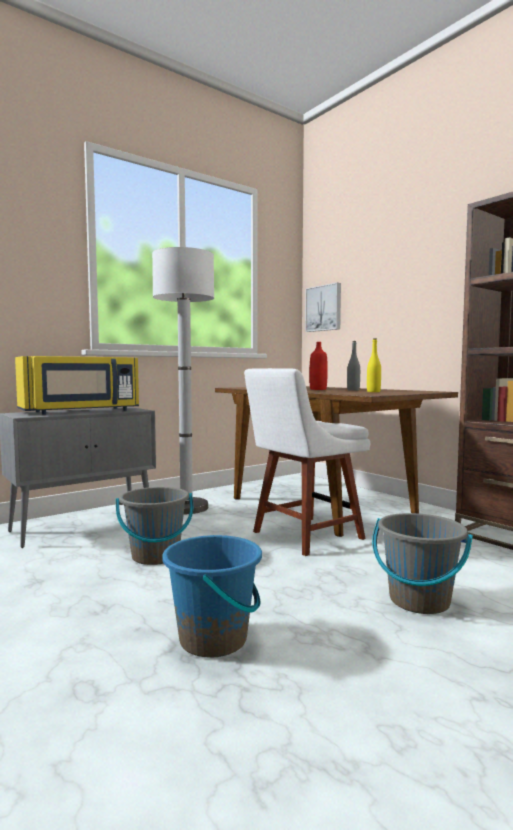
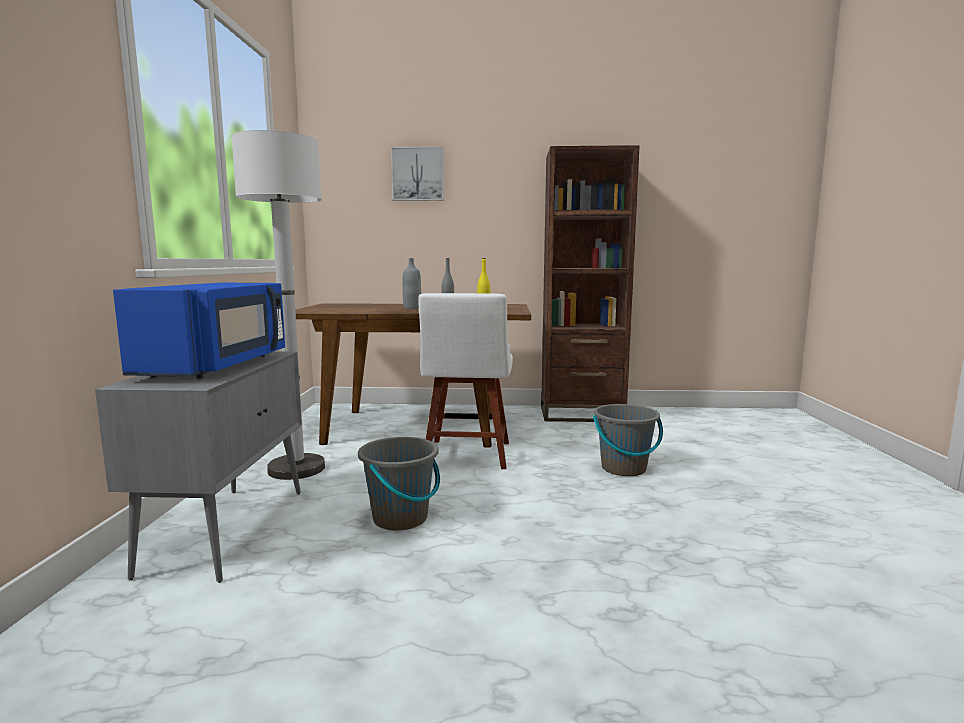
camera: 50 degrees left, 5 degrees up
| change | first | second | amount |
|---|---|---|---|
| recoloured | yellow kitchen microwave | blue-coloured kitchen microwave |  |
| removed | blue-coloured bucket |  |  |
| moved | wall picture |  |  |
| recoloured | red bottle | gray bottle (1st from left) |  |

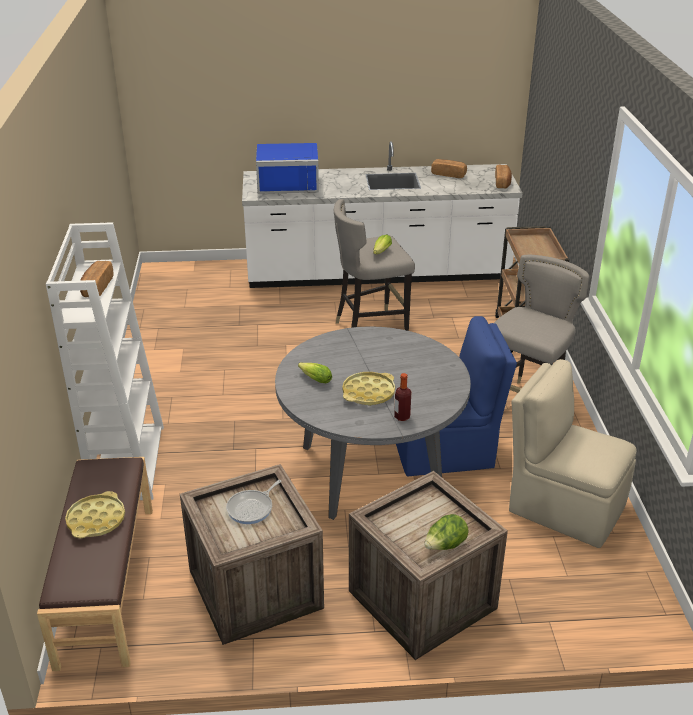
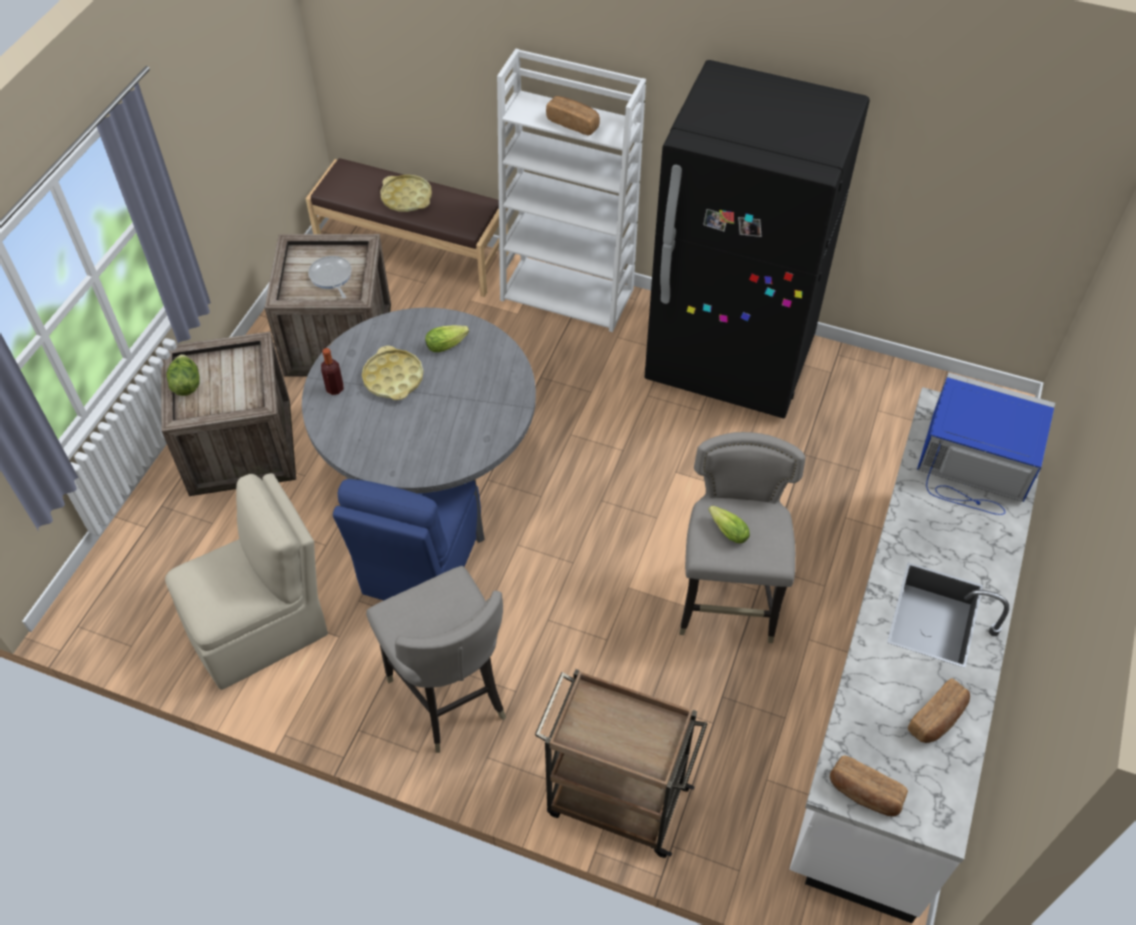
camera: 115 degrees right, 20 degrees up
| change | first | second | amount |
|---|---|---|---|
| turned | blue-coloured kitchen microwave |  | 90 degrees clockwise |
| added |  | blackish refrigerator |  |

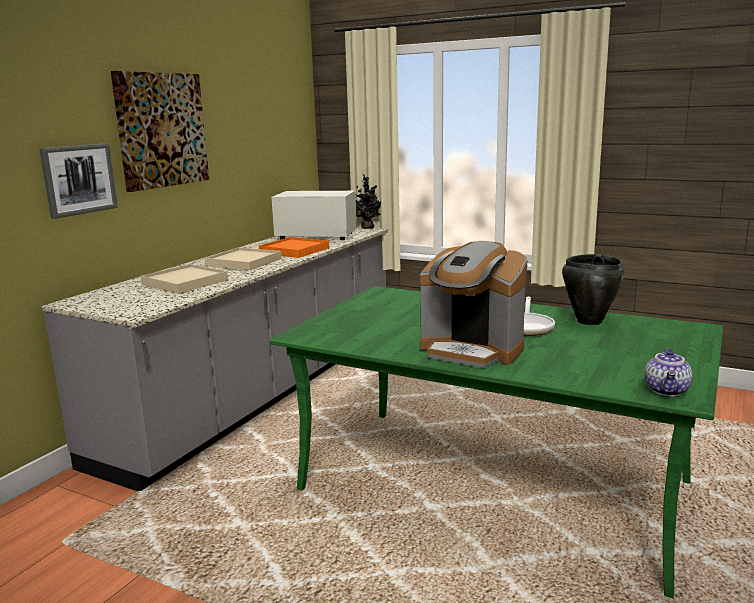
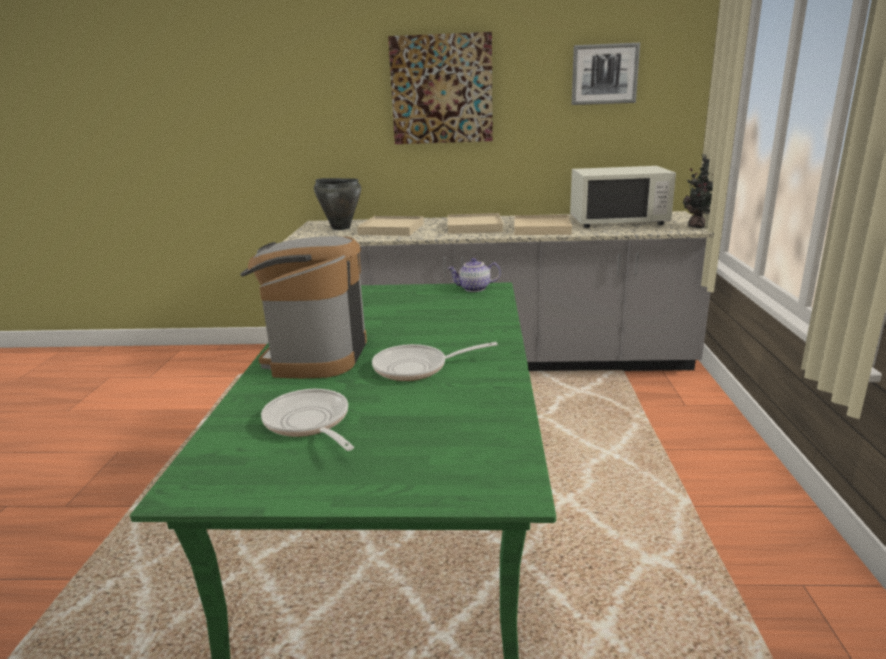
camera: 65 degrees right, 5 degrees up
| change | first | second | amount |
|---|---|---|---|
| moved | wall picture (1st from left in the first image) | wall picture (2nd from left) |  |
| recoloured | orange tray | beige tray (3rd from left) |  |
| turned | whitish kitchen microwave |  | 105 degrees clockwise |
| moved | blackish stockpot |  |  |
| moved | tea pot |  |  |
| added |  | pan (1st from left) |  |

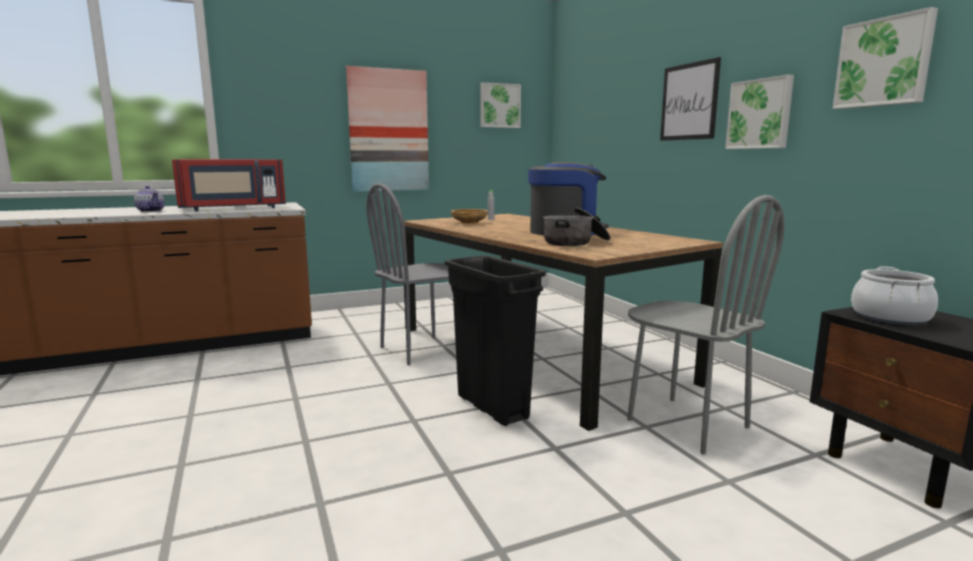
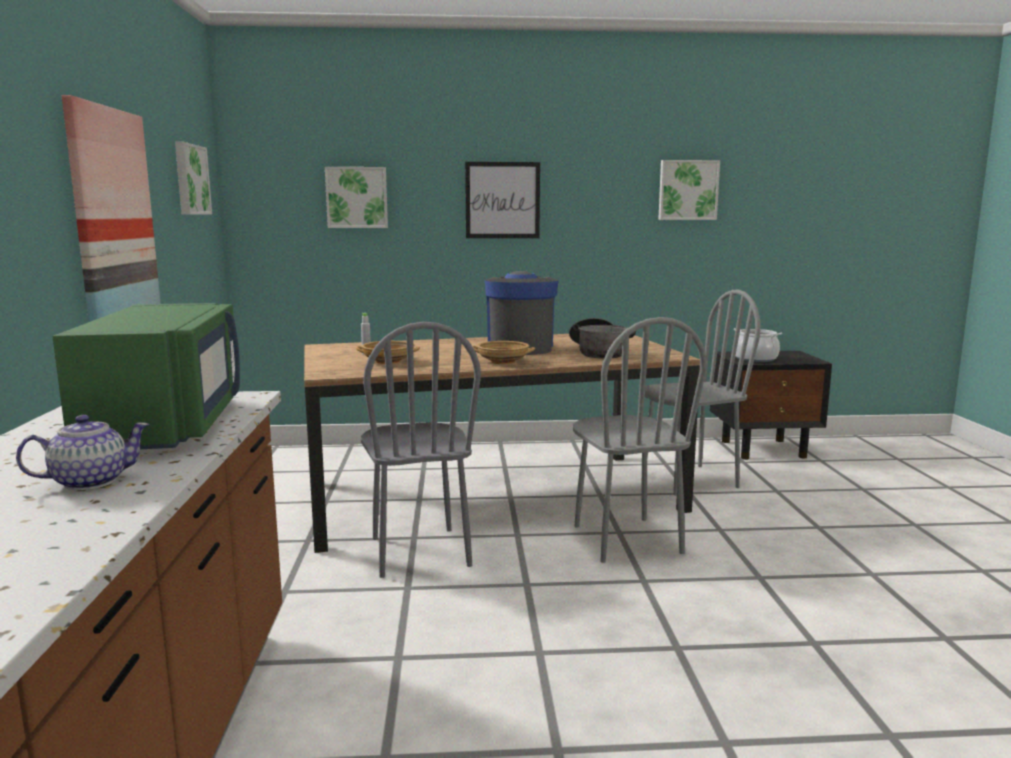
camera: 70 degrees left, 0 degrees up
| change | first | second | amount |
|---|---|---|---|
| recoloured | red kitchen microwave | green-coloured kitchen microwave |  |
| replaced | blackish rubbish bin | gray chair (2nd from left) |  |
| moved | wall picture (4th from left in the first image) | wall picture (3rd from left) |  |
| added |  | beige serving bowl (2nd from left) |  |

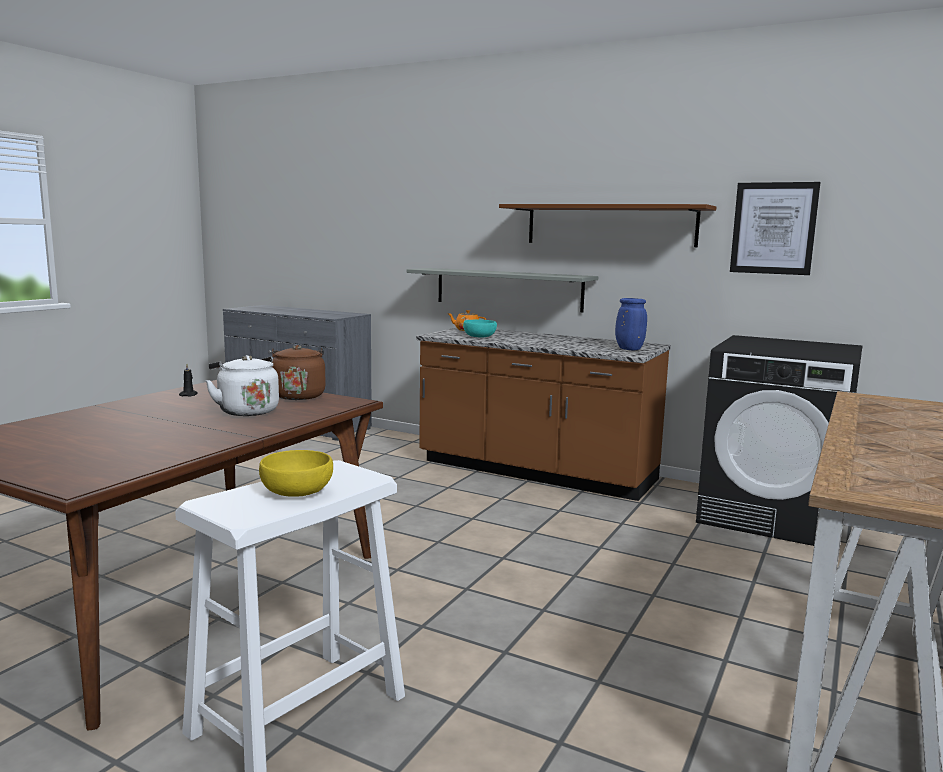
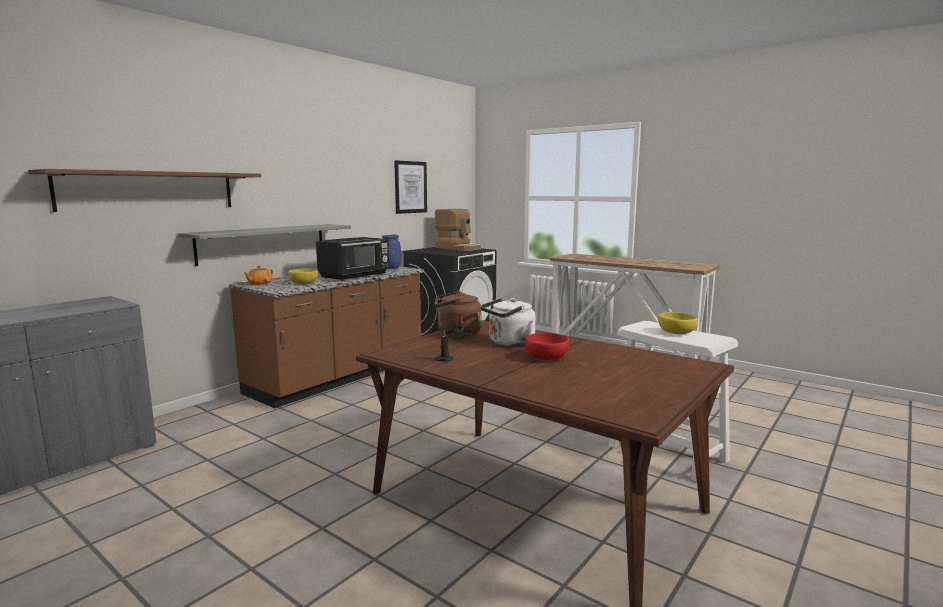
camera: 80 degrees left, 0 degrees up
| change | first | second | amount |
|---|---|---|---|
| recoloured | turquoise-coloured serving bowl | yellow serving bowl (1st from left) |  |
| moved | brownish shelf |  |  |
| added |  | blackish kitchen microwave |  |
| added |  | coffee maker |  |
| added |  | red serving bowl |  |

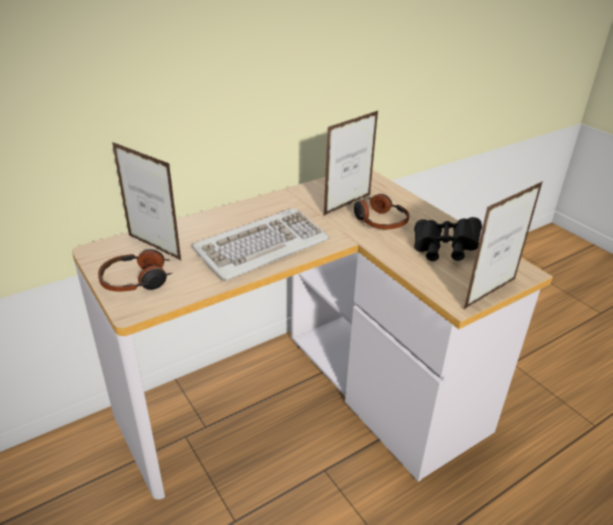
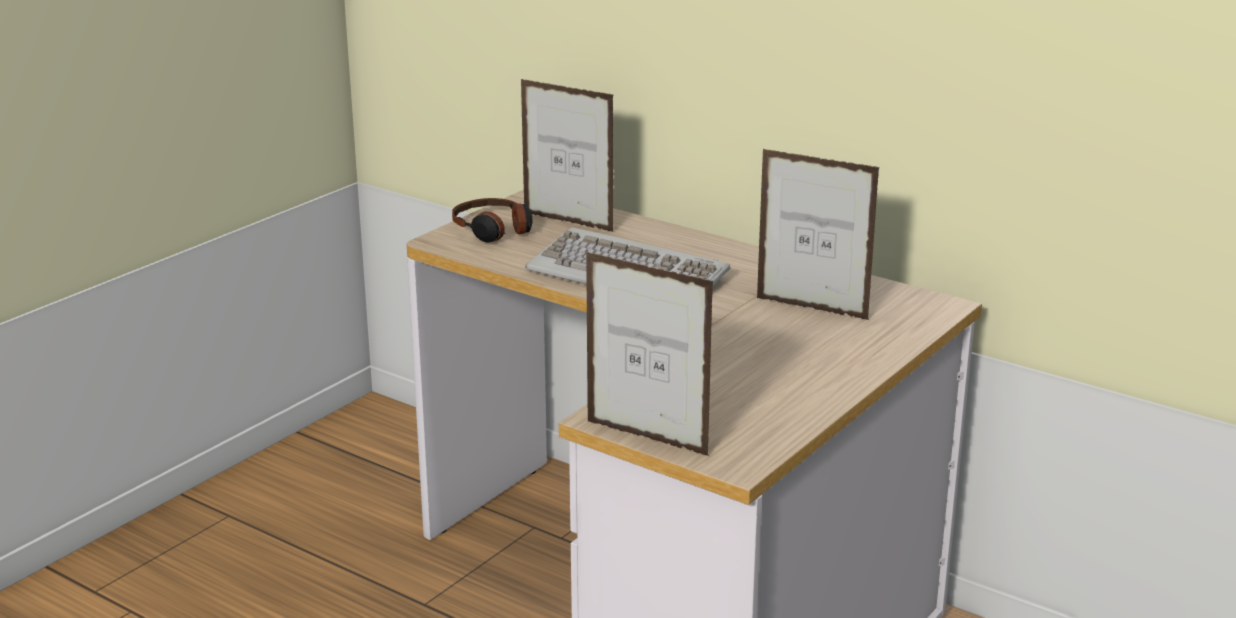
camera: 70 degrees right, 10 degrees down
| change | first | second | amount |
|---|---|---|---|
| turned | photo frame (1st from left) |  | 75 degrees counterclockwise |
| removed | headset (2nd from left) |  |  |
| removed | blackish binoculars |  |  |

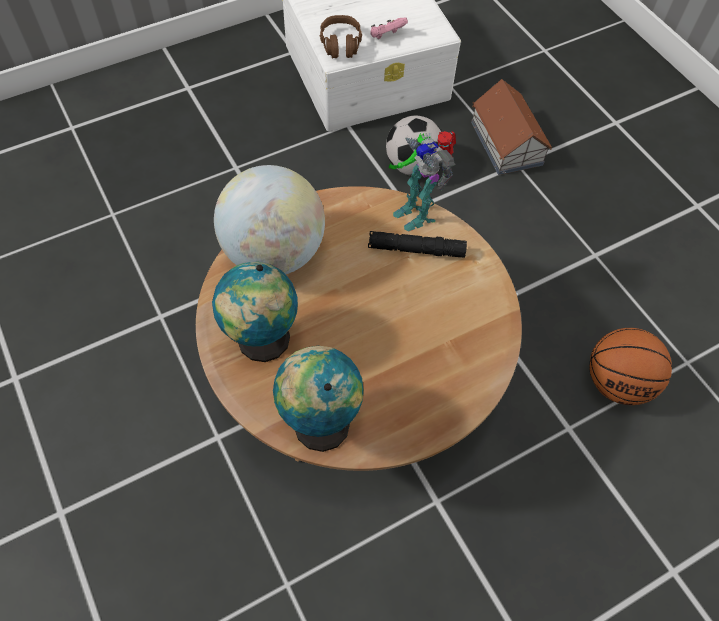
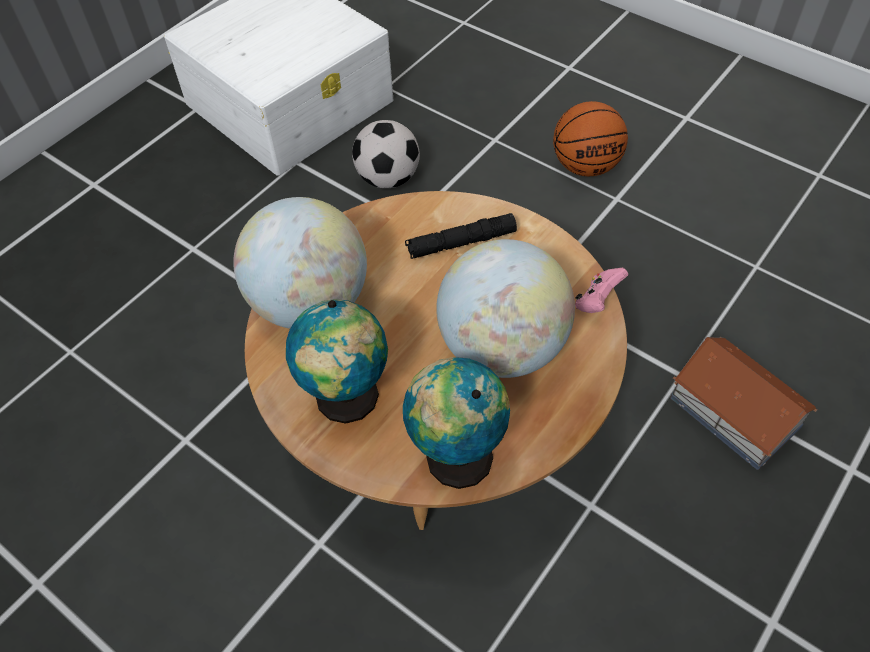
camera: 20 degrees left, 5 degrees down
| change | first | second | amount |
|---|---|---|---|
| removed | brownish headset |  |  |
| moved | pinkish game controller |  |  |
| removed | model robot |  |  |
| moved | model house |  |  |
| moved | basketball ball |  |  |
| added |  | world globe (4th from left) |  |

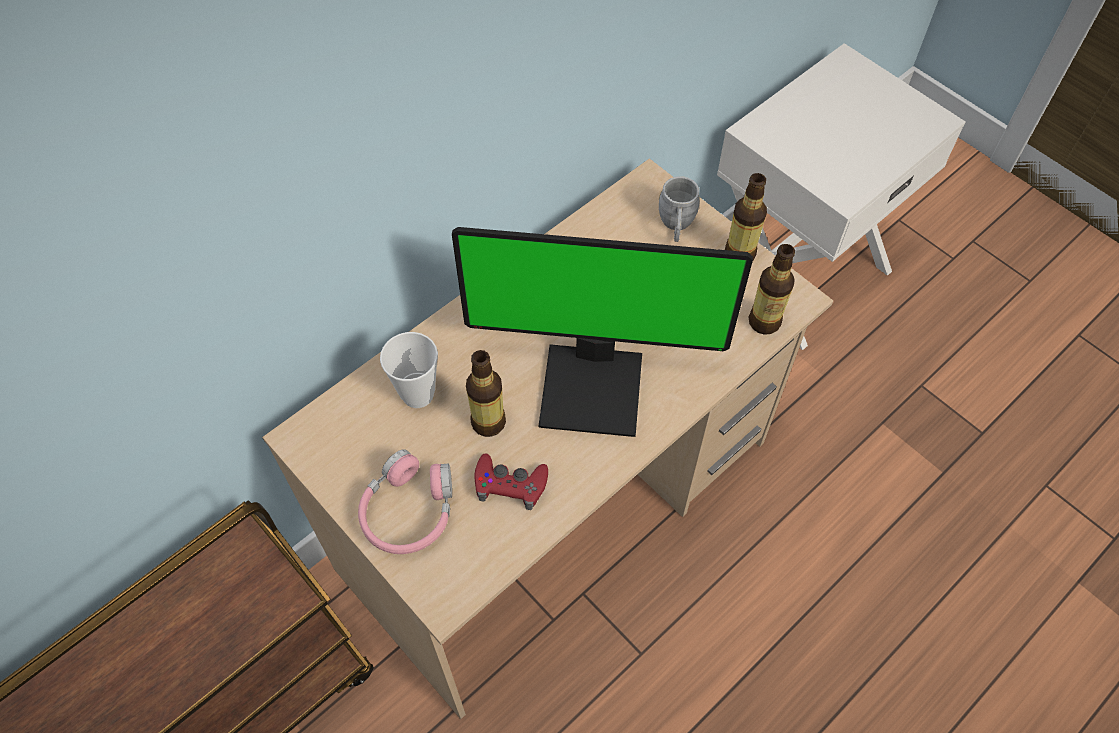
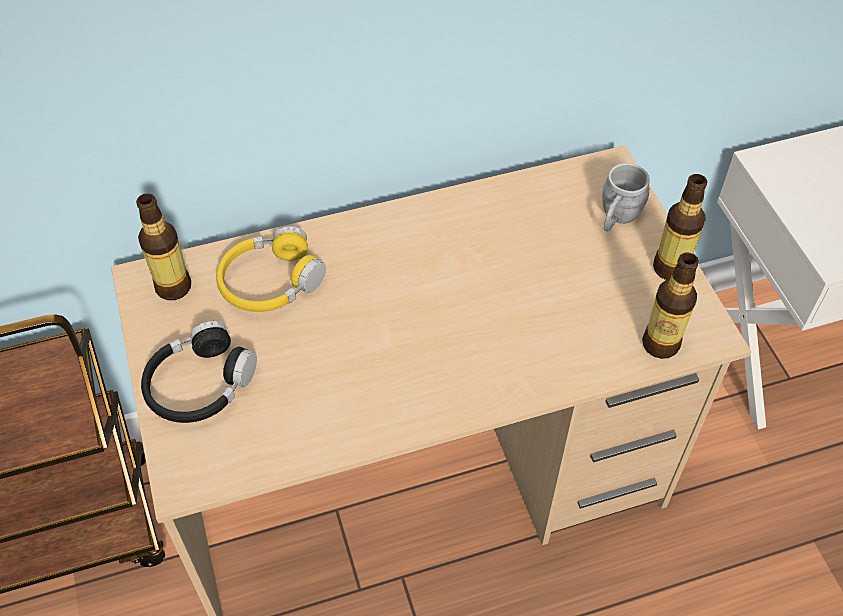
camera: 25 degrees right, 5 degrees down
| change | first | second | amount |
|---|---|---|---|
| recoloured | pinkish headset | blackish headset |  |
| replaced | drinking cup | yellow headset |  |
| removed | computer screen |  |  |
| moved | bottle (1st from left) |  |  |
| removed | red game controller |  |  |

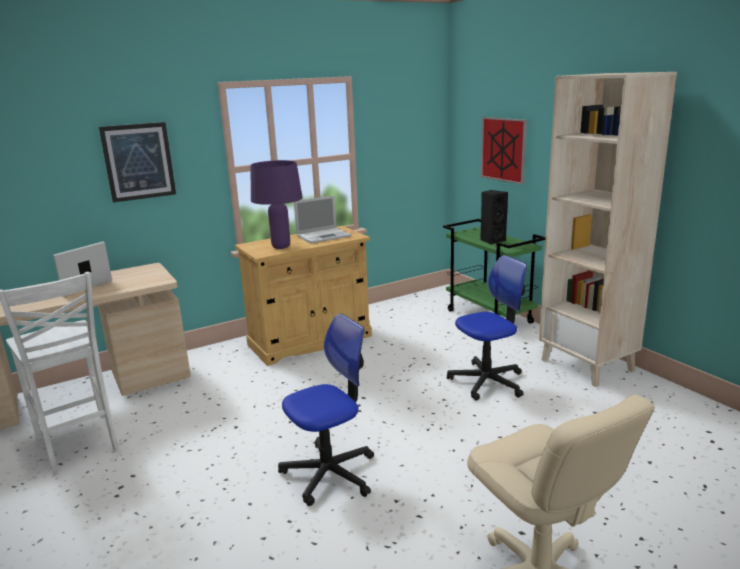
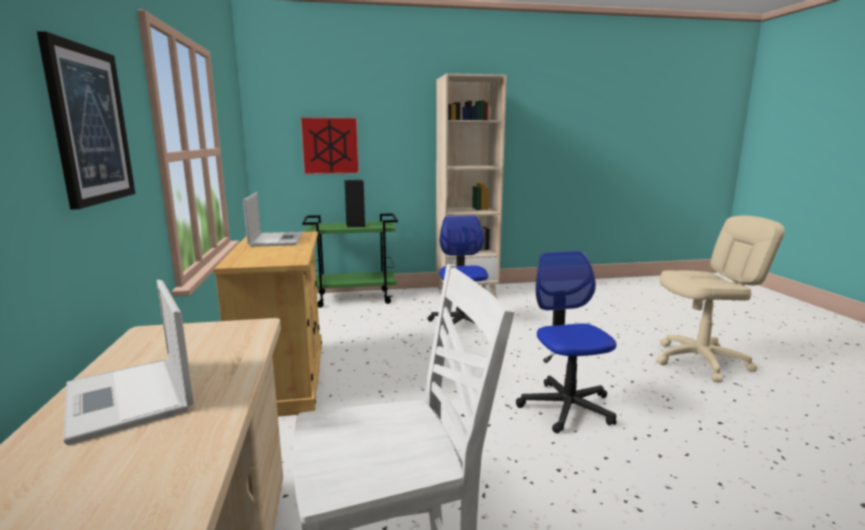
camera: 70 degrees left, 5 degrees down
| change | first | second | amount |
|---|---|---|---|
| removed | purple tabletop lamp |  |  |

